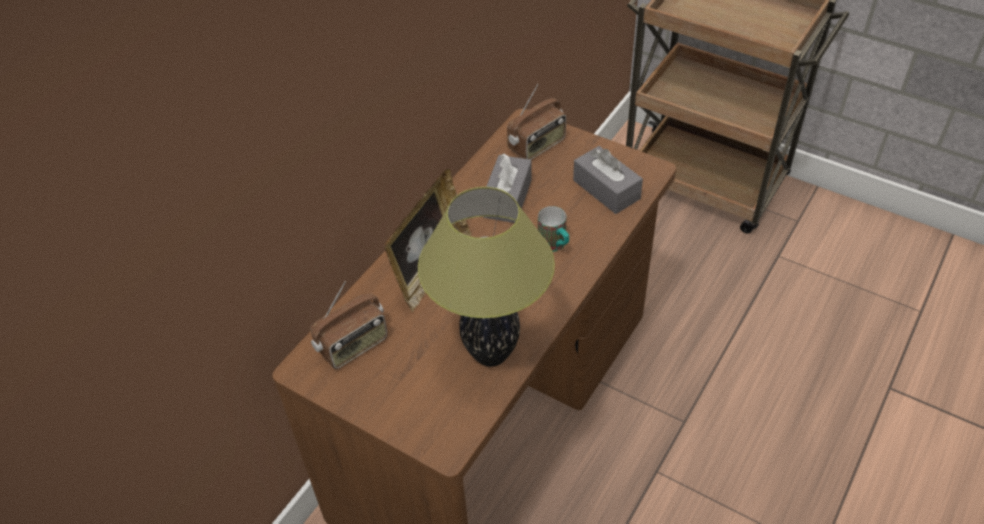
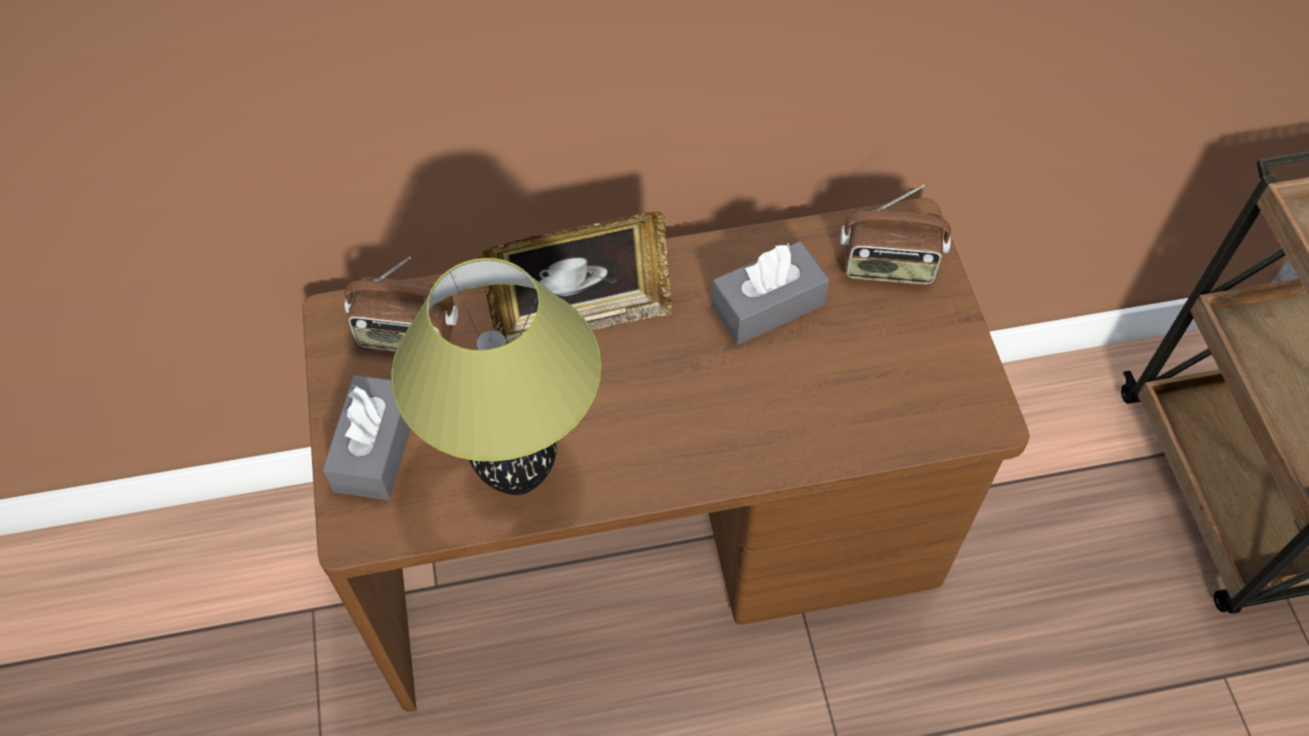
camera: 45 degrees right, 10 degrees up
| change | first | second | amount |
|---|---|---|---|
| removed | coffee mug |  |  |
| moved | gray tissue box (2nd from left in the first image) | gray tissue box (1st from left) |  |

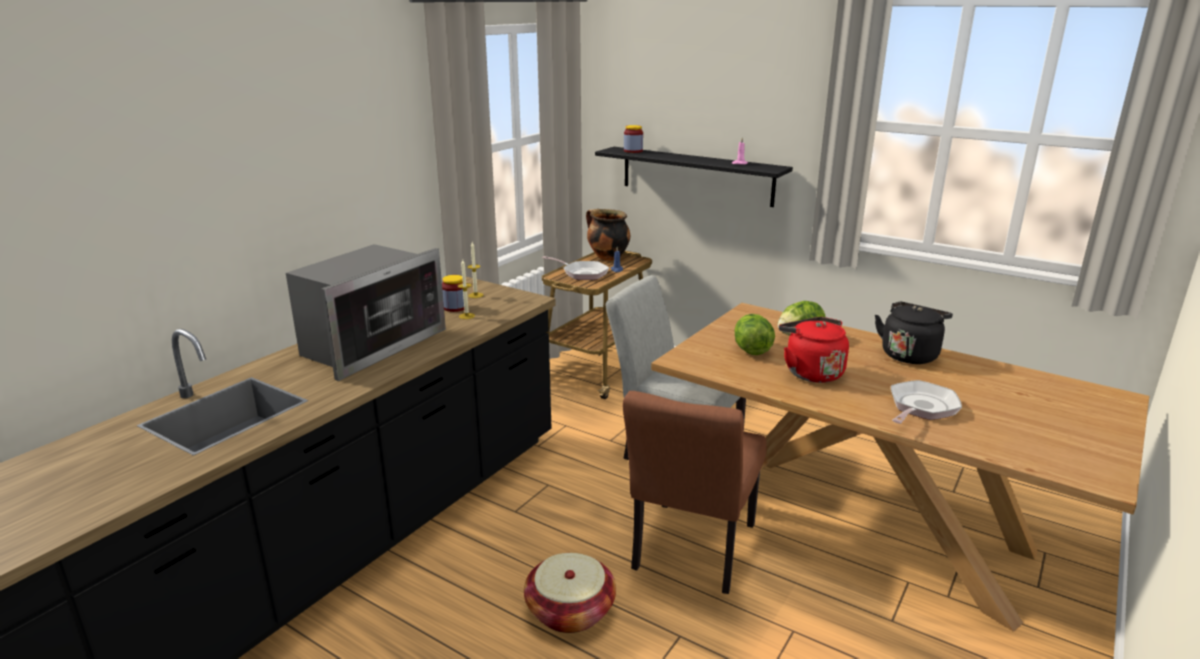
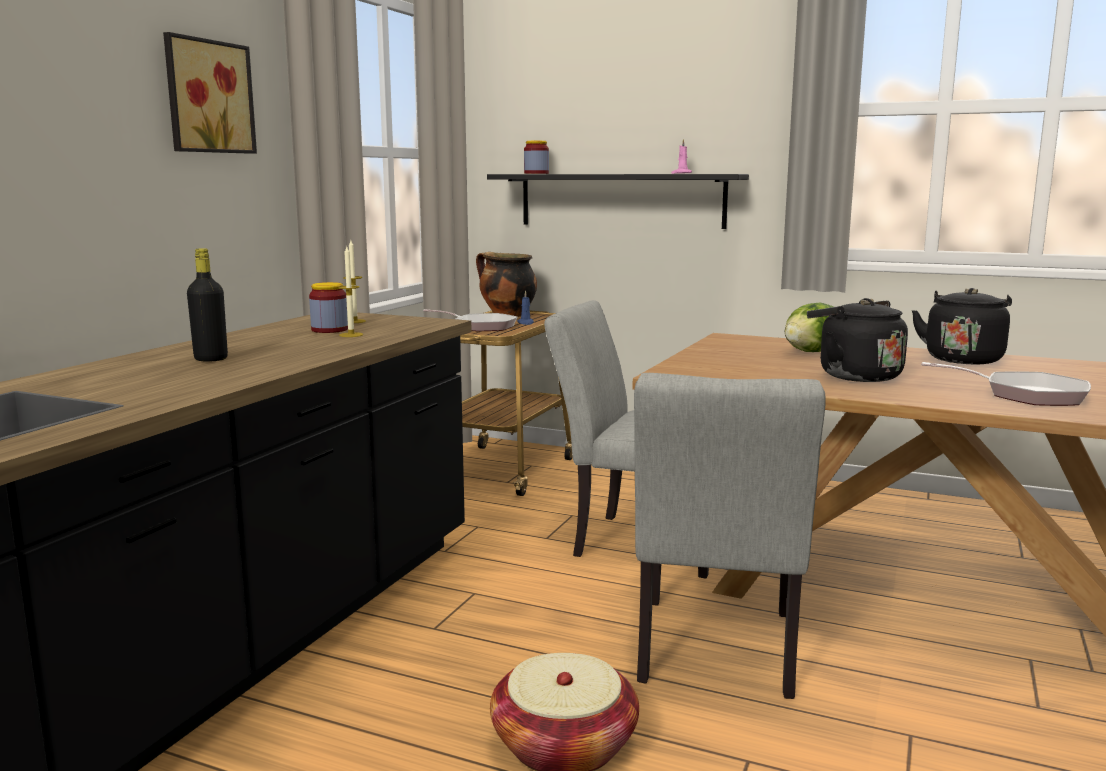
camera: 10 degrees left, 10 degrees down
| change | first | second | amount |
|---|---|---|---|
| replaced | kitchen microwave | blackish bottle |  |
| recoloured | brownish chair | gray chair (2nd from left) |  |
| removed | head of lettuce (1st from left) |  |  |
| recoloured | red kettle | blackish kettle (1st from left) |  |
| turned | pan (2nd from left) |  | 90 degrees clockwise |
| added |  | wall picture |  |

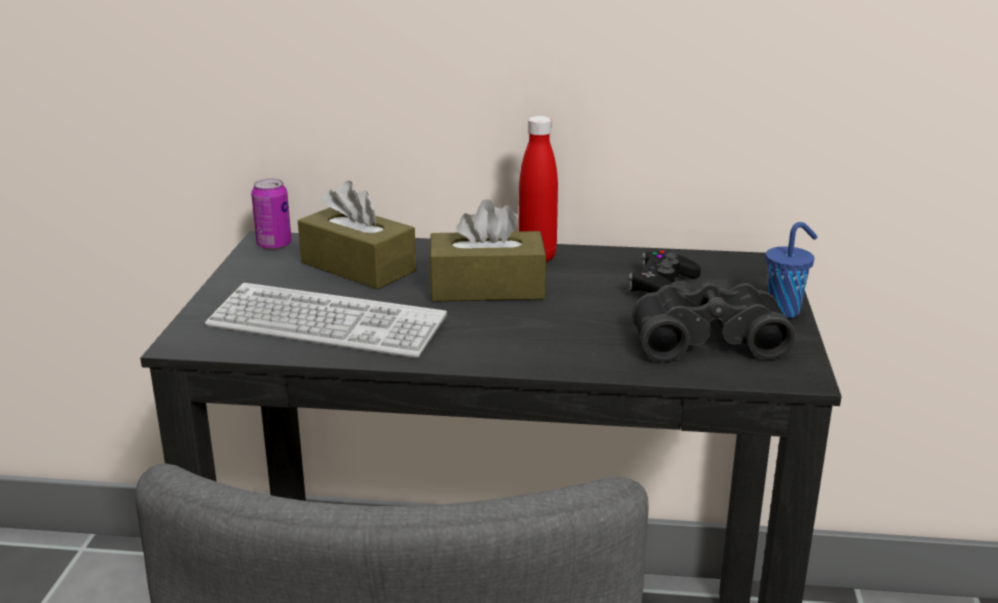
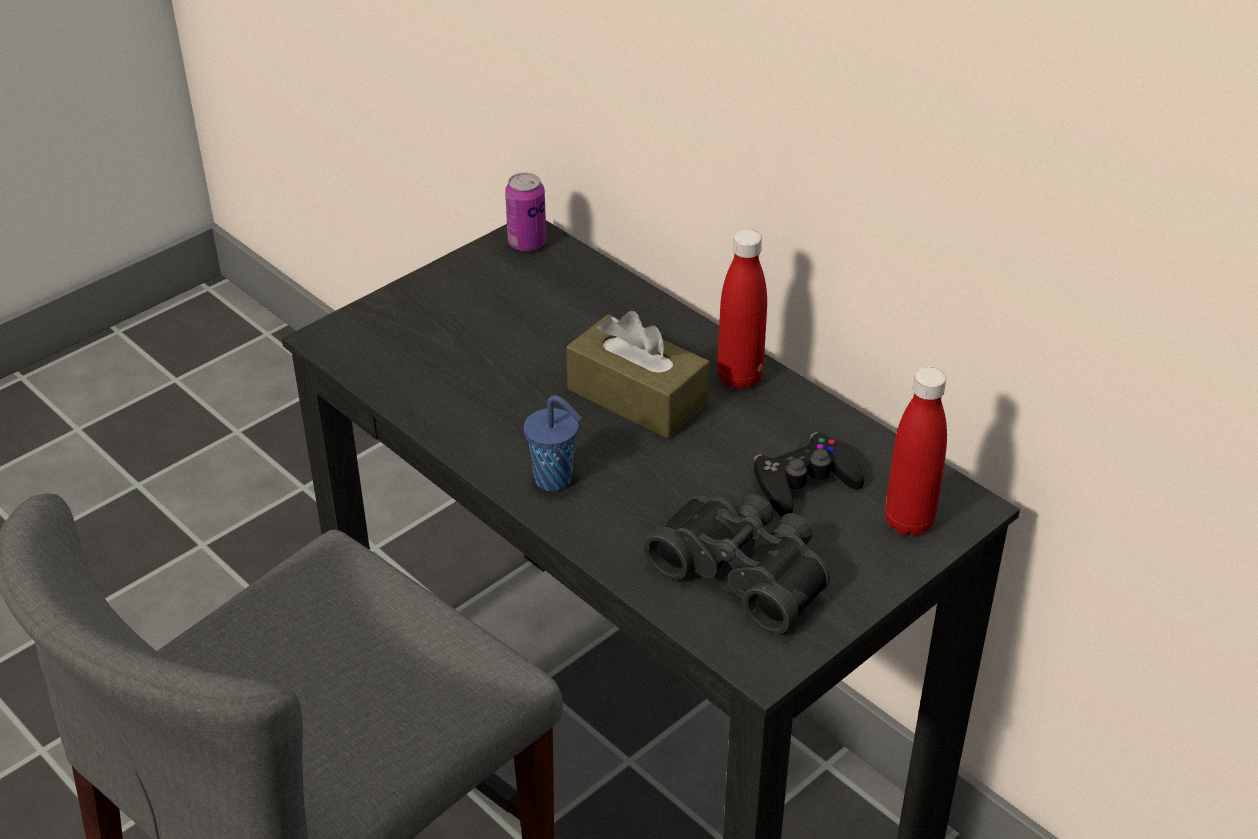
camera: 40 degrees right, 15 degrees up
| change | first | second | amount |
|---|---|---|---|
| removed | keyboard |  |  |
| removed | brownish tissue box (1st from left) |  |  |
| moved | blue-coloured drinking cup |  |  |
| added |  | red bottle (2nd from left) |  |

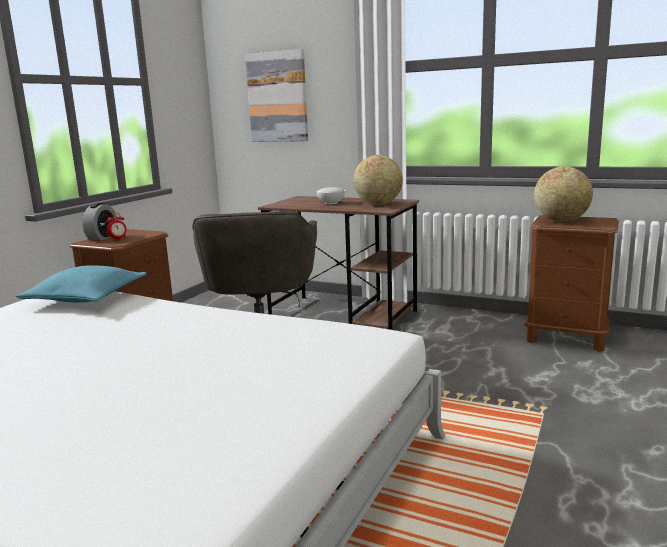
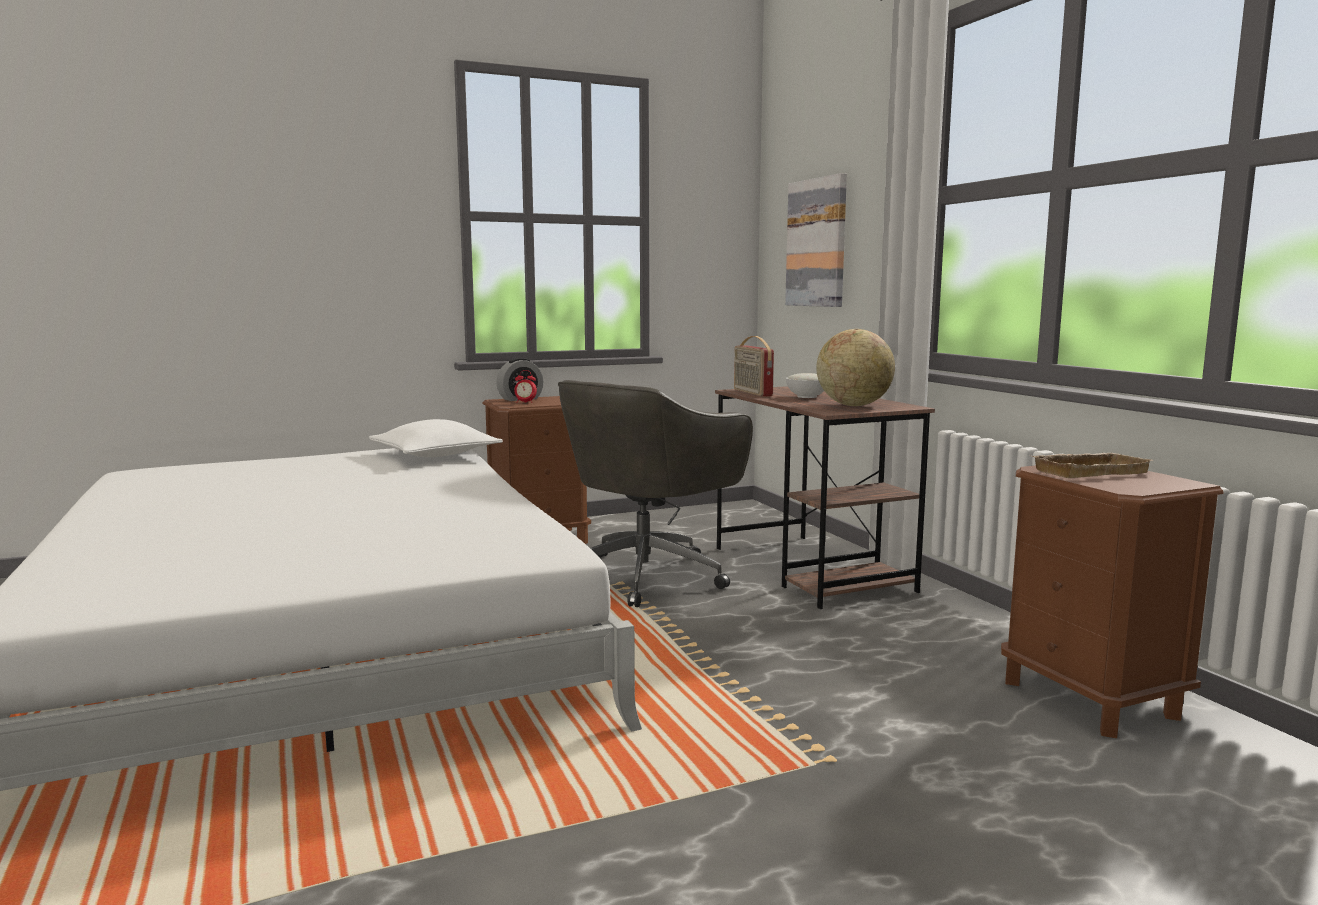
camera: 40 degrees right, 5 degrees down
| change | first | second | amount |
|---|---|---|---|
| recoloured | turquoise-coloured throw pillow | whitish throw pillow |  |
| replaced | world globe (2nd from left) | beige tray |  |
| added |  | radio |  |

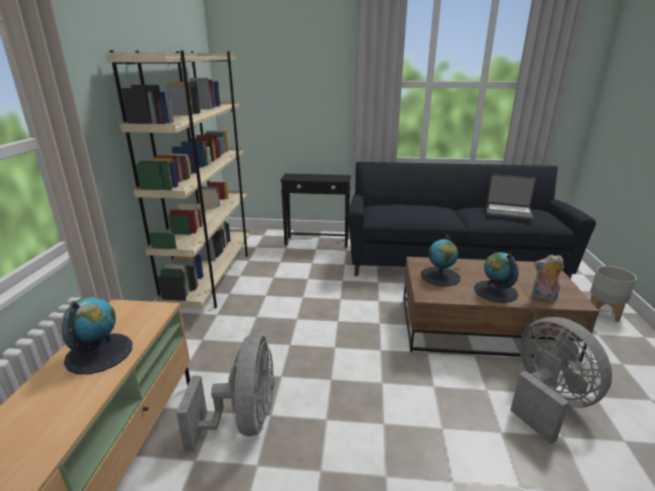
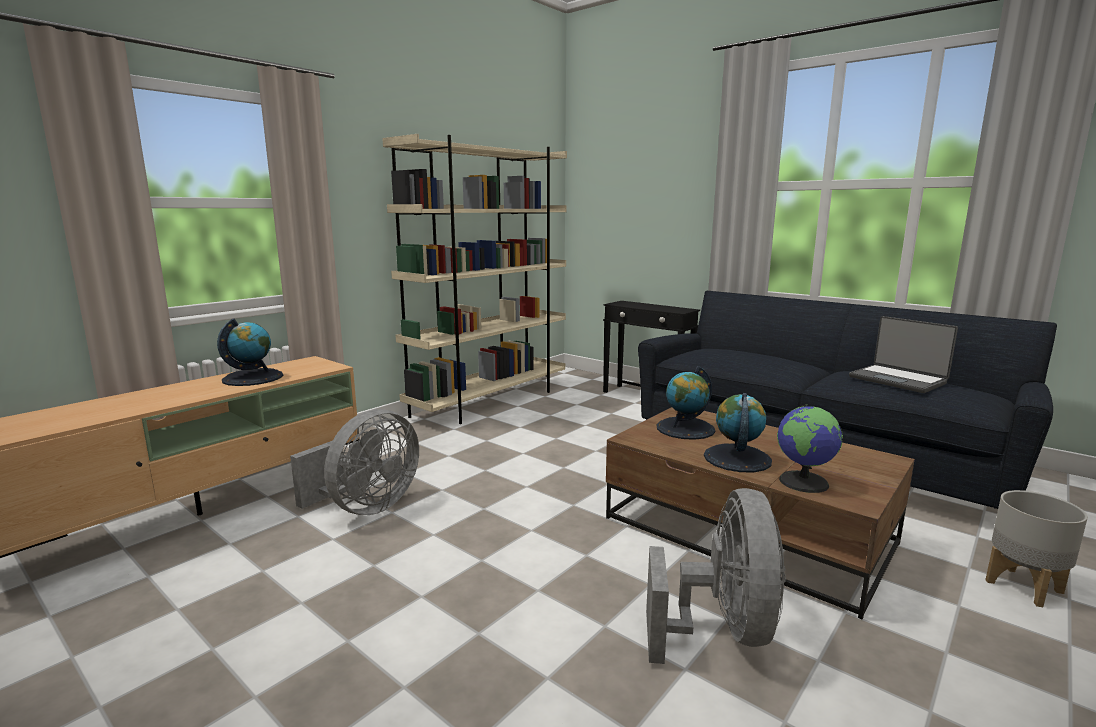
camera: 35 degrees right, 10 degrees down
| change | first | second | amount |
|---|---|---|---|
| replaced | plush toy | world globe (4th from left) |  |

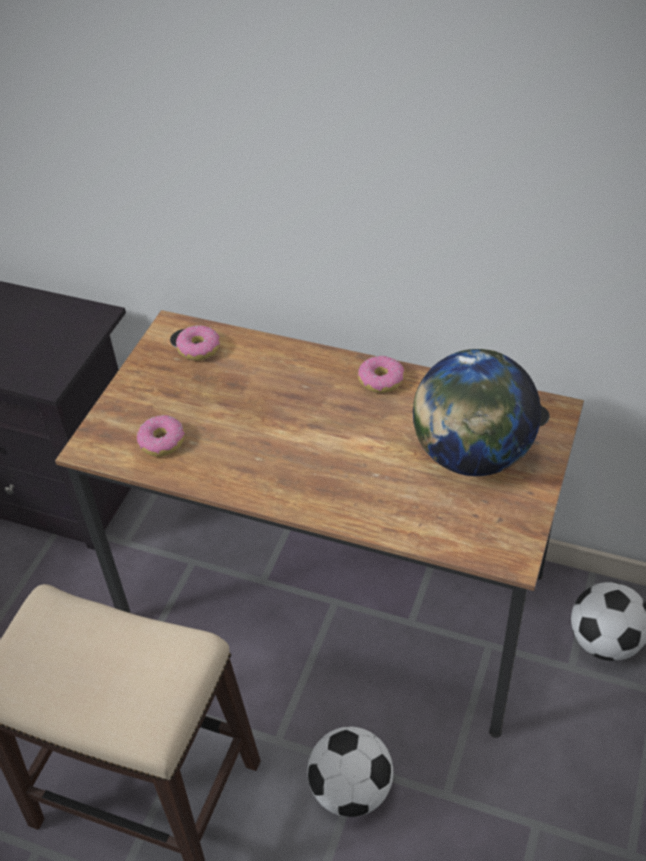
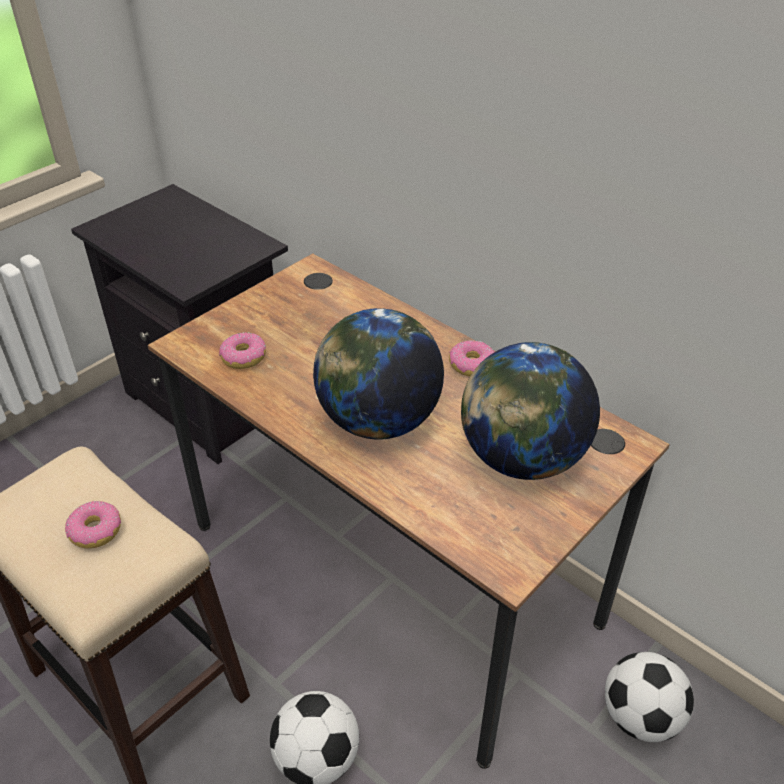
camera: 20 degrees right, 5 degrees down
| change | first | second | amount |
|---|---|---|---|
| moved | doughnut (2nd from left in the first image) | doughnut (1st from left) |  |
| added |  | world globe (1st from left) |  |

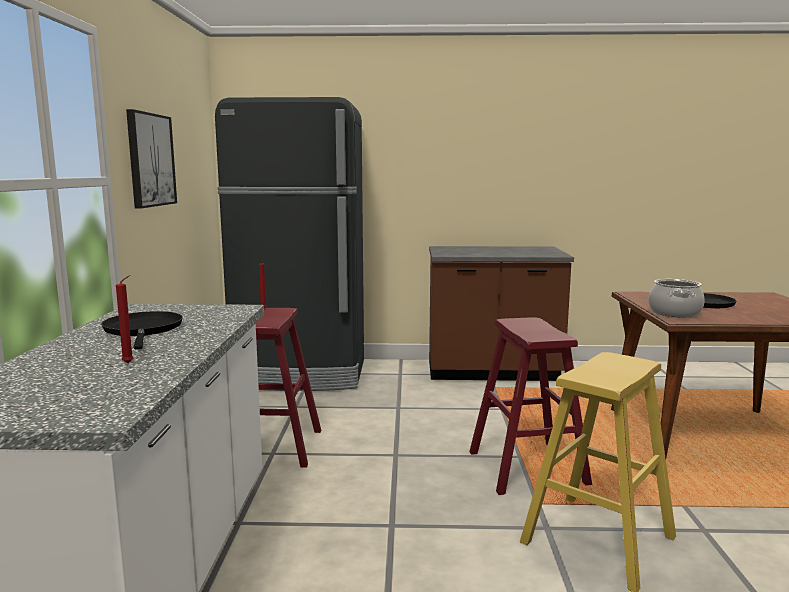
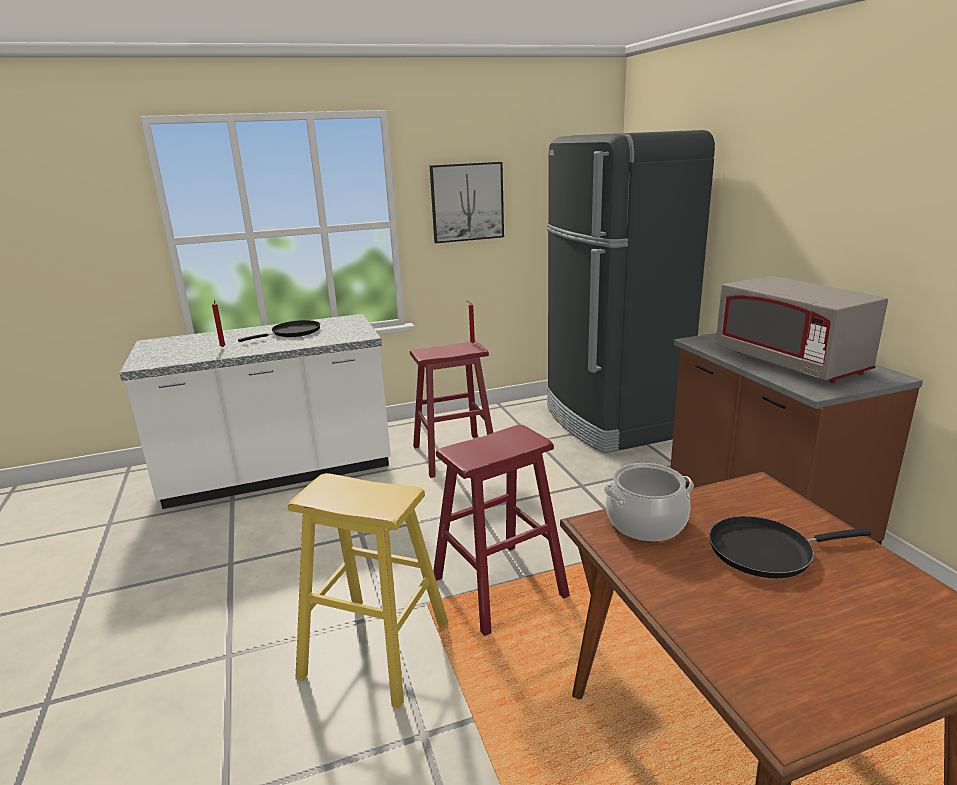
camera: 70 degrees right, 10 degrees up
| change | first | second | amount |
|---|---|---|---|
| added |  | gray kitchen microwave |  |

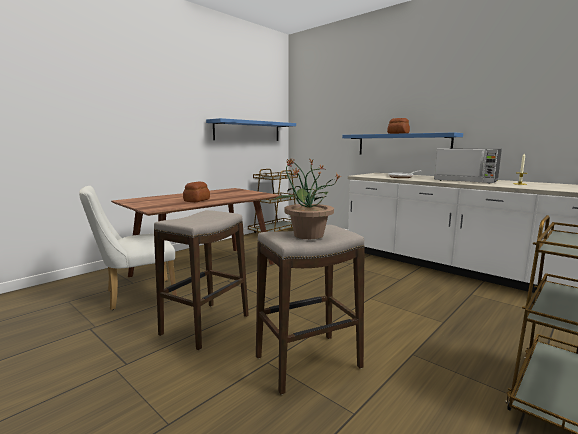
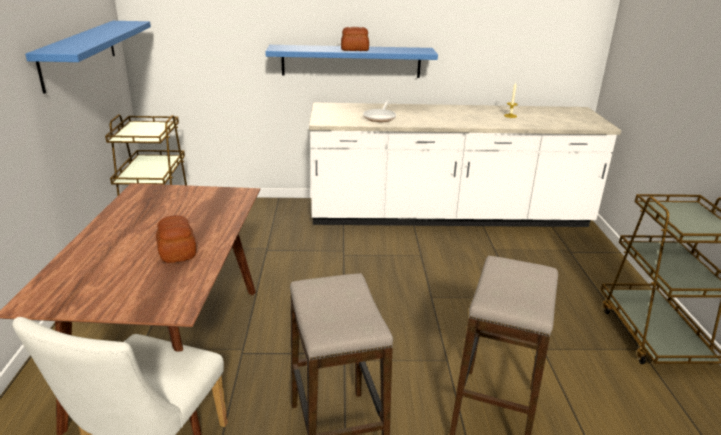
camera: 45 degrees left, 15 degrees up
| change | first | second | amount |
|---|---|---|---|
| removed | plant in a pot |  |  |
| removed | kitchen microwave |  |  |

